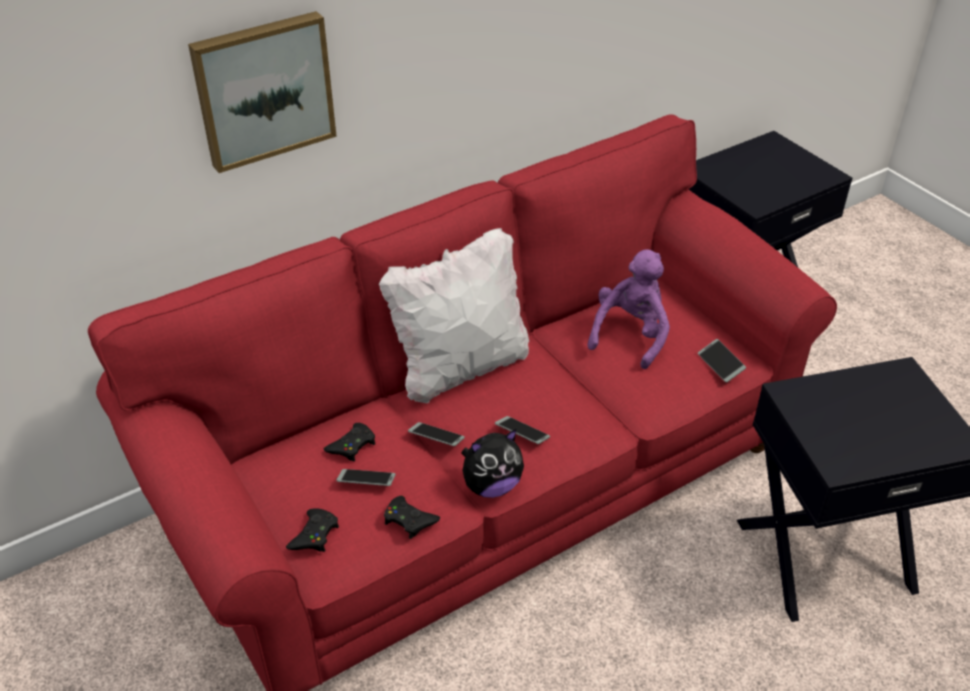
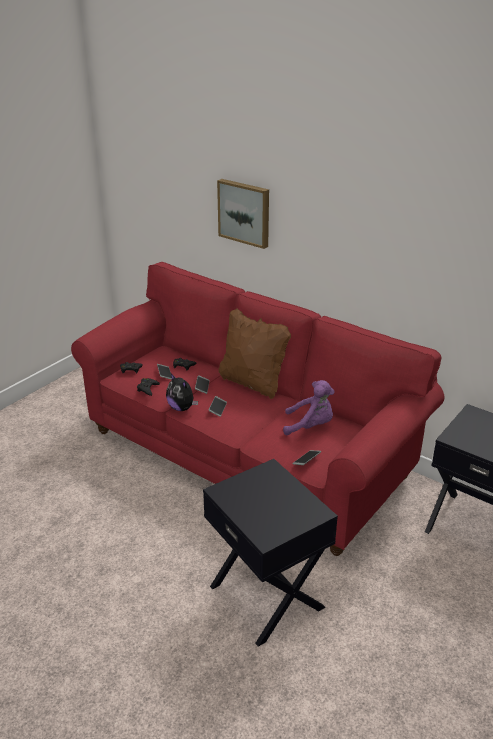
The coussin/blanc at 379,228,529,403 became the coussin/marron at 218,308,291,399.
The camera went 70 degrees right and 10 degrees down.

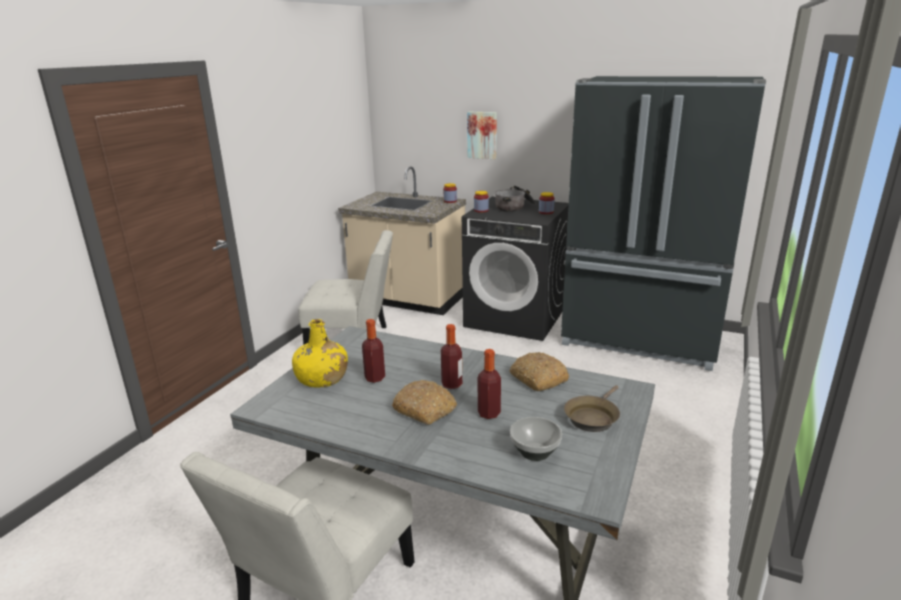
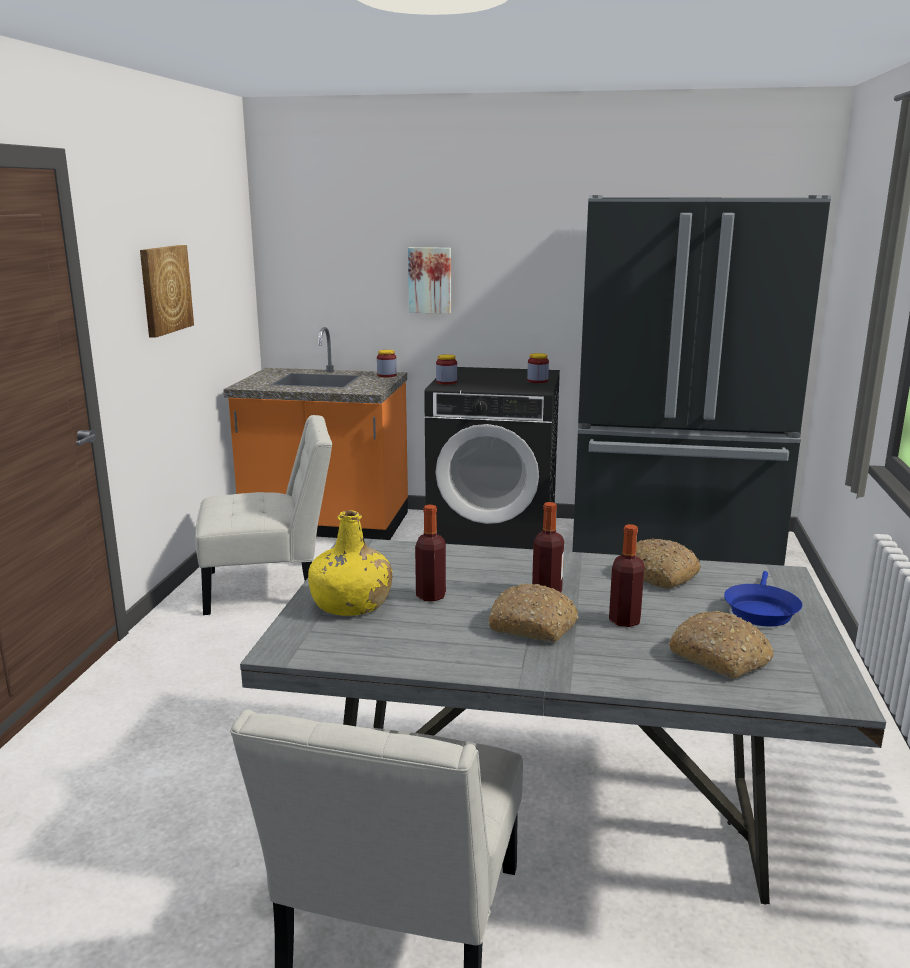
The marmite at 495,185,536,212 disappeared.
The tableau at 140,245,194,338 appeared.
The bol at 510,417,562,461 was replaced by the pain at 668,611,774,679.
The comptoir de cuisine/beige at 338,166,466,315 became the comptoir de cuisine/orange at 223,327,408,540.
The poêle/marron at 564,385,620,432 became the poêle/bleu at 724,571,803,627.
The camera went 15 degrees left and 5 degrees down.

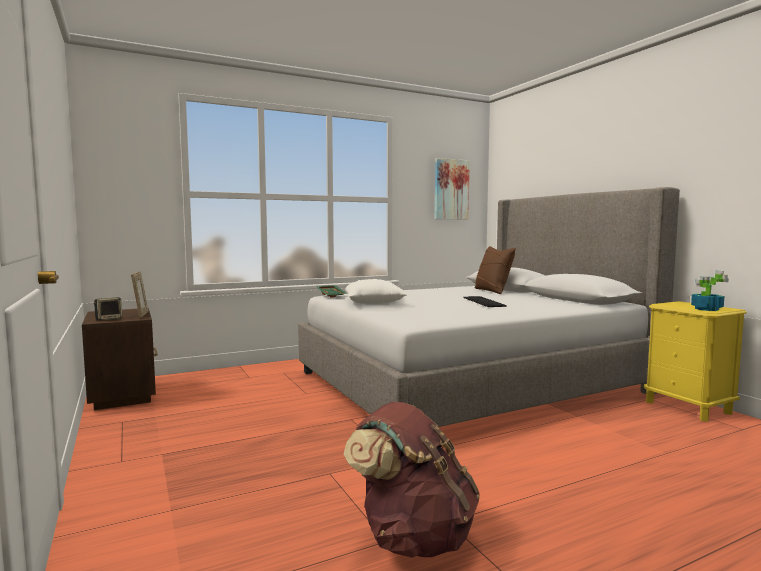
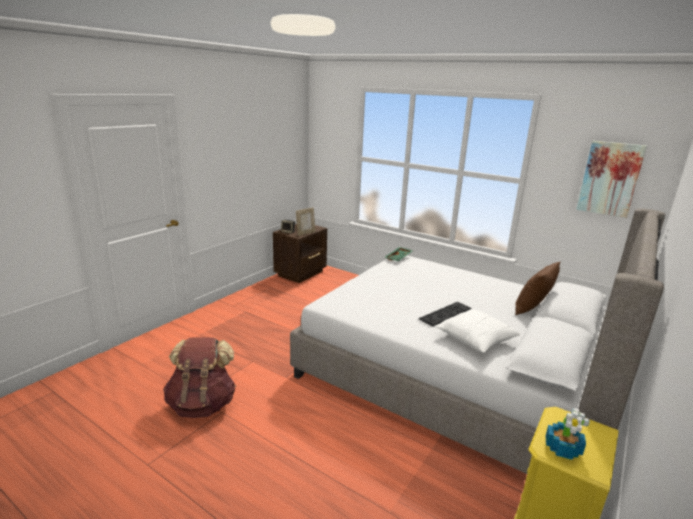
The coussin/blanc moved from 345,279,407,304 to 436,310,521,353.
The camera went 60 degrees right and 15 degrees up.

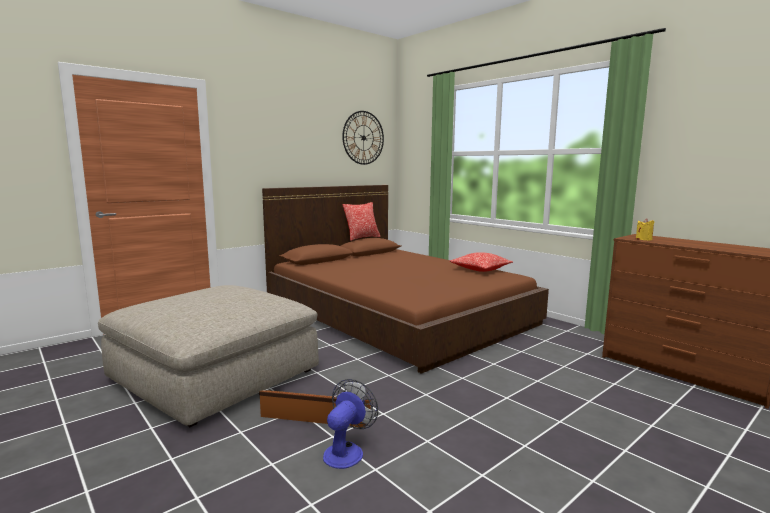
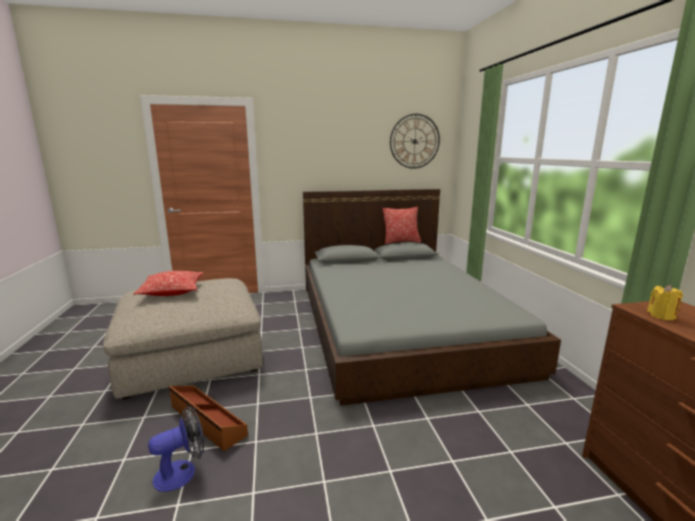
The coussin moved from 450,252,513,272 to 133,271,204,296.
The lit/marron at 262,185,549,374 became the lit/gris at 303,189,561,406.
The camera went 30 degrees right and 5 degrees up.

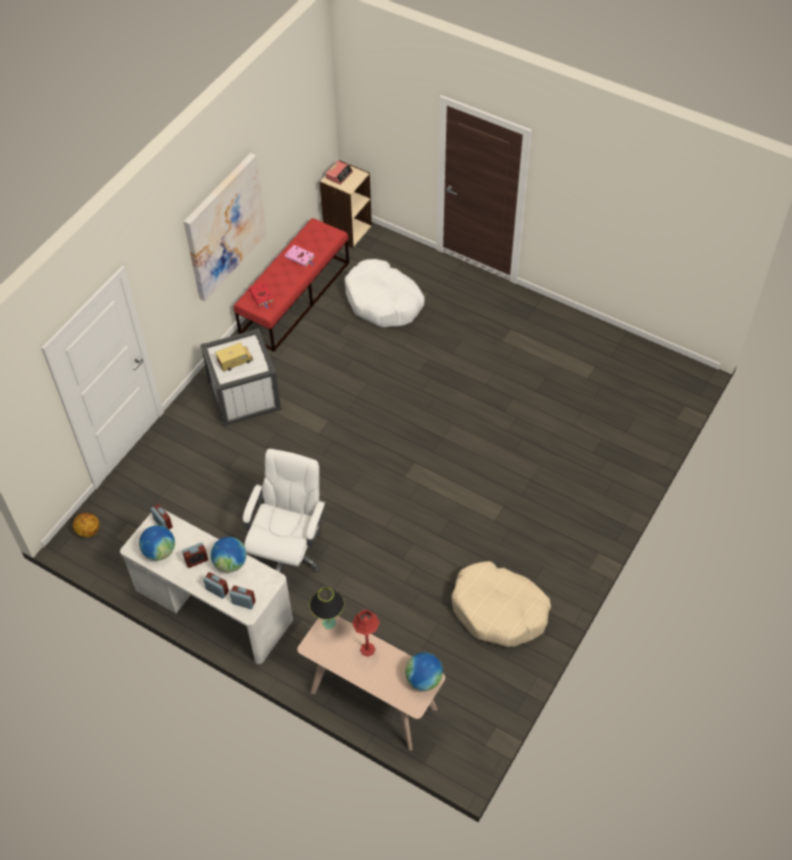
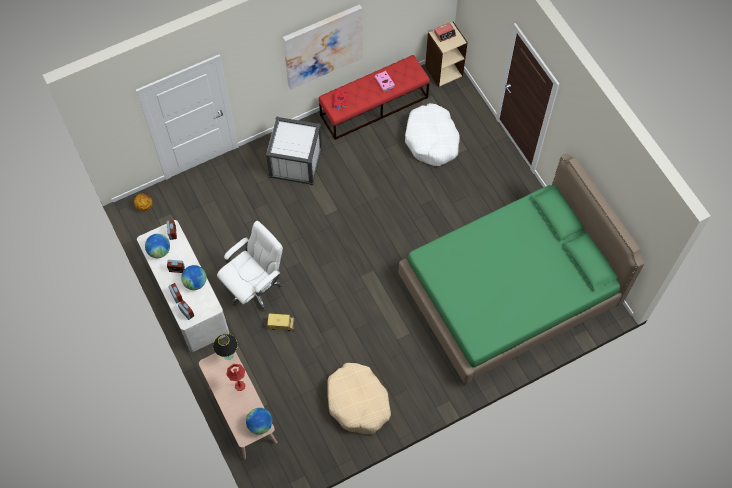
The lit/vert at 399,153,645,384 appeared.
The camion jouet moved from 215,342,253,372 to 267,313,295,331.
The camera went 30 degrees right and 10 degrees up.

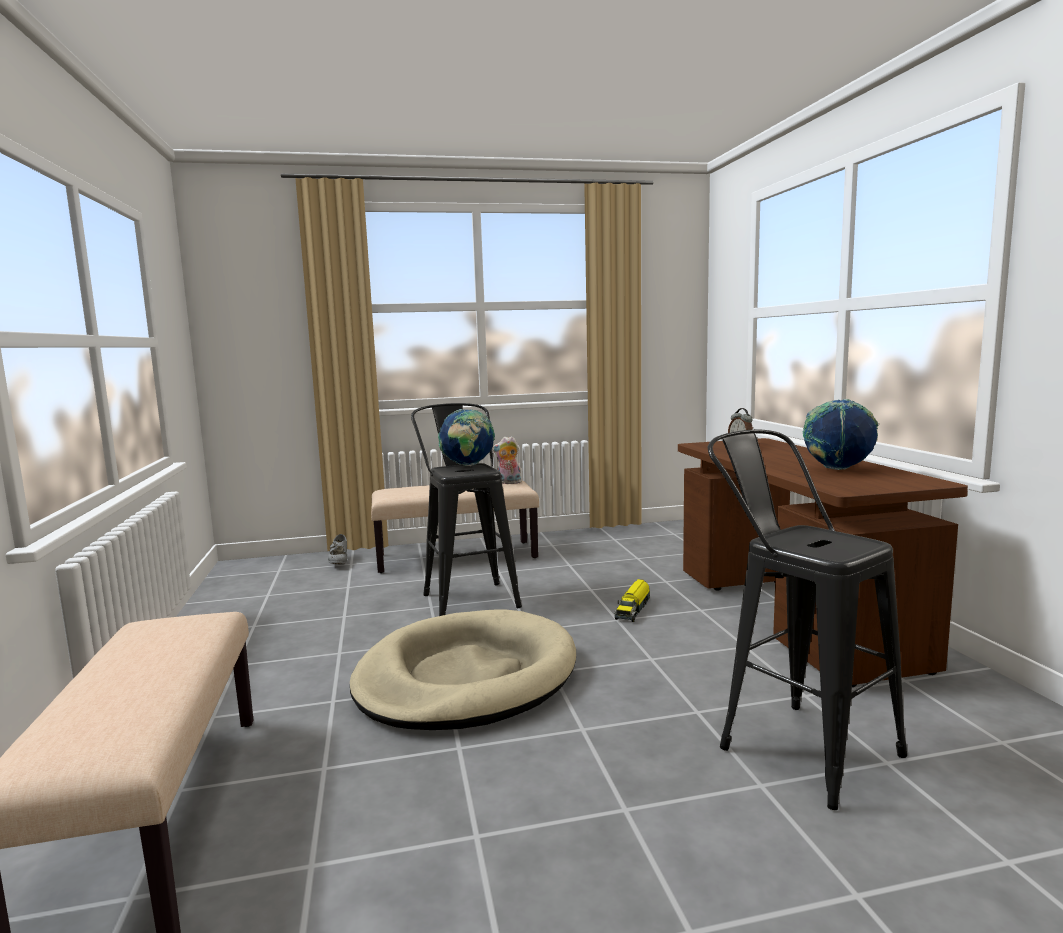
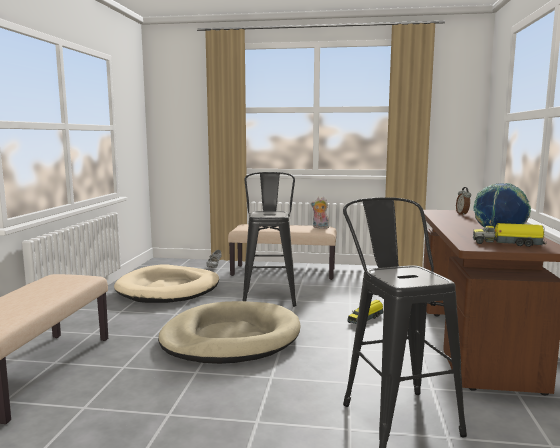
The globe at 438,409,495,466 disappeared.
The panier pour chien/beige at 114,264,219,303 appeared.
The camion jouet at 473,223,547,247 appeared.
The camera went 20 degrees right and 0 degrees up.

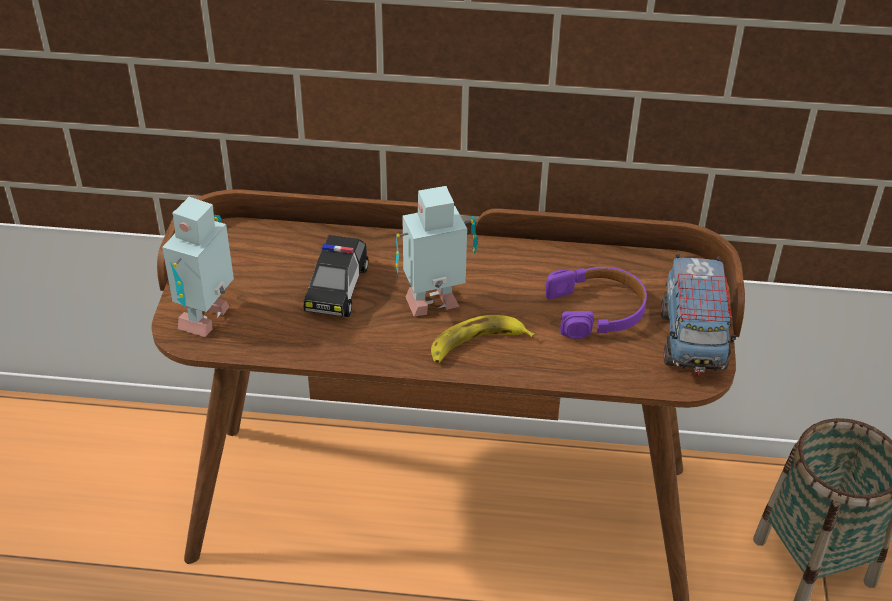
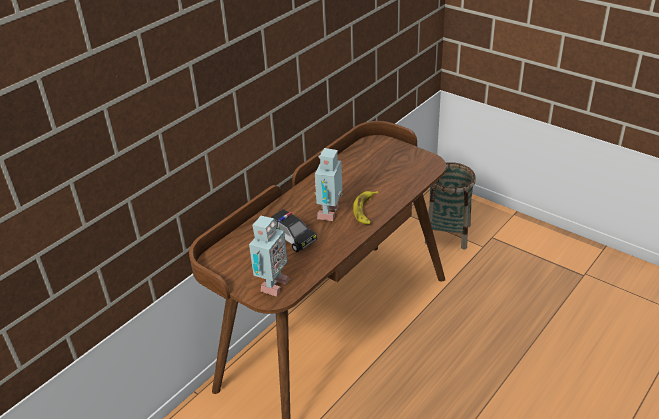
The casque audio/violet at 545,267,647,339 disappeared.
The camion jouet at 661,254,736,375 disappeared.
The robot jouet at 162,197,234,337 turned 120 degrees counterclockwise.
The camera went 55 degrees left and 5 degrees down.

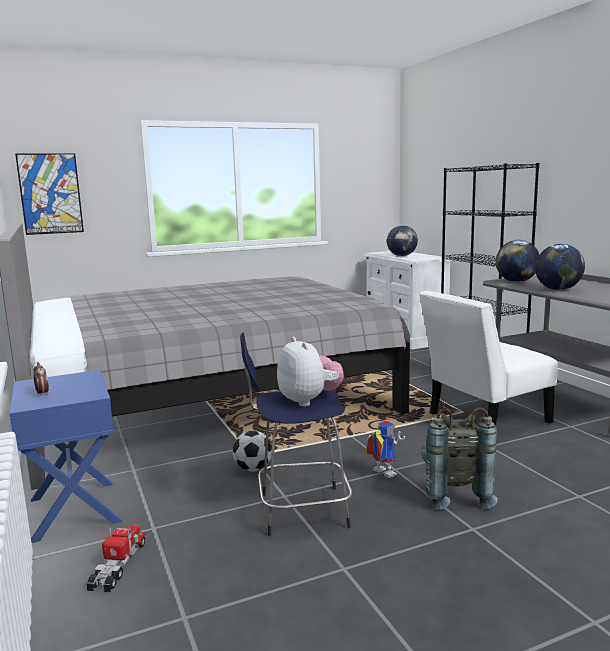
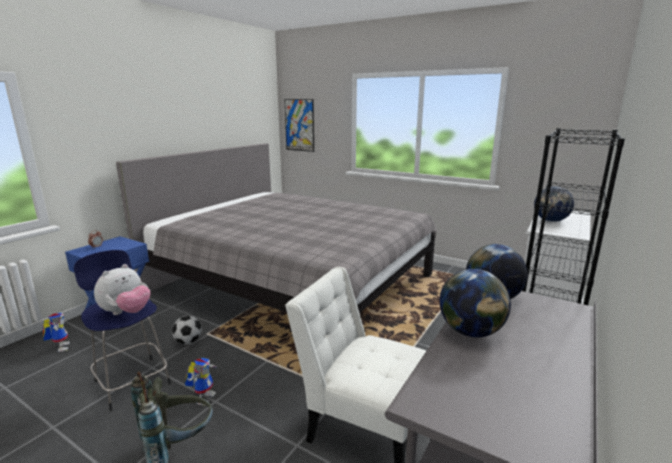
The camion jouet at 86,525,146,592 was replaced by the robot jouet at 42,313,70,352.
The camera went 55 degrees right and 5 degrees up.

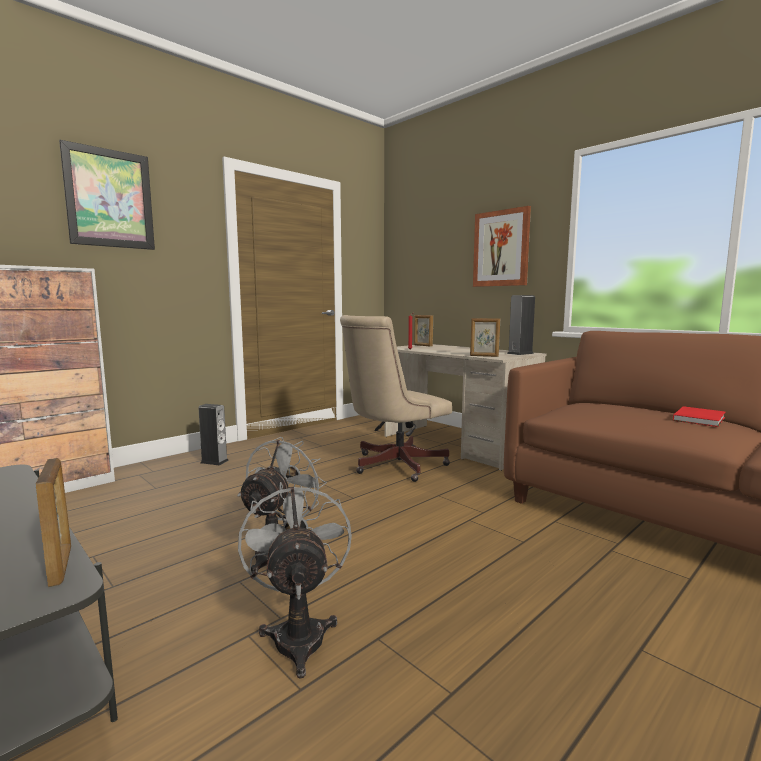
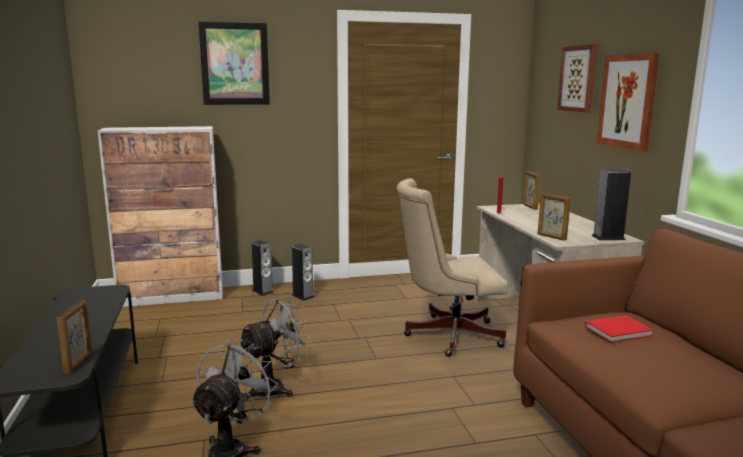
The enceinte at 251,240,274,296 appeared.
The tableau at 557,44,598,112 appeared.
The livre/rouge moved from 673,406,725,427 to 585,315,654,343.
The camera went 30 degrees right and 5 degrees up.

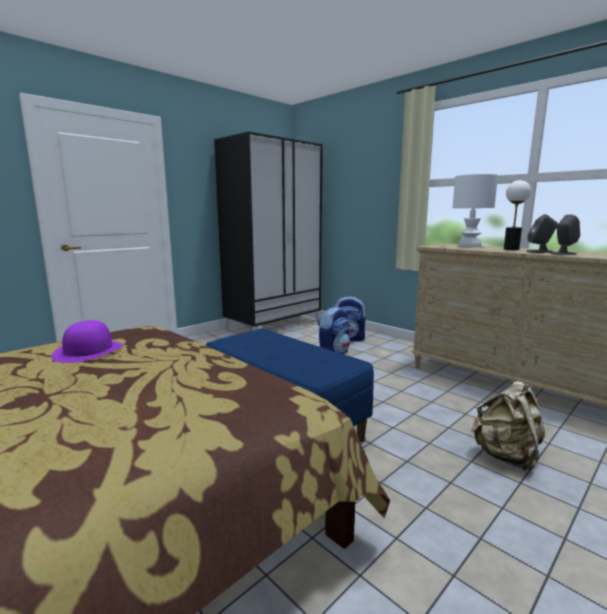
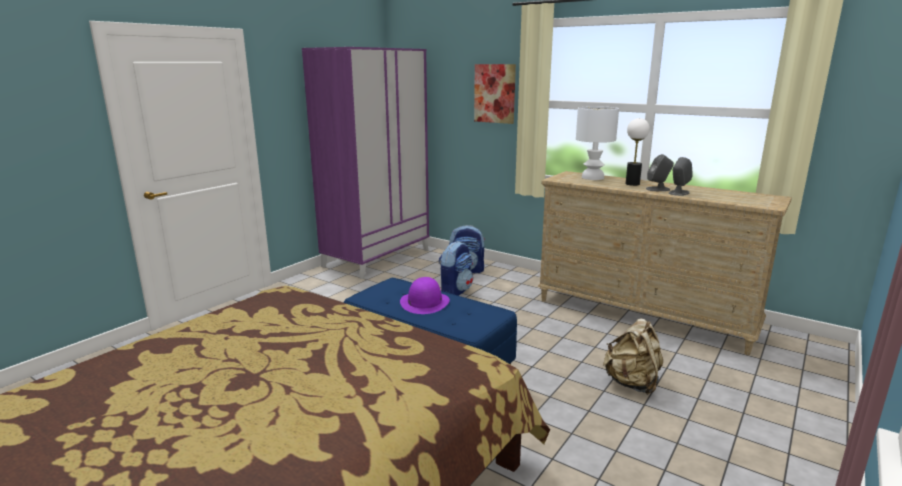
The tableau at 474,64,516,124 appeared.
The chapeau/violet moved from 51,320,123,363 to 400,277,450,314.
The armoire/noir at 214,131,323,331 became the armoire/violet at 302,47,429,279.
The camera went 10 degrees left and 5 degrees up.

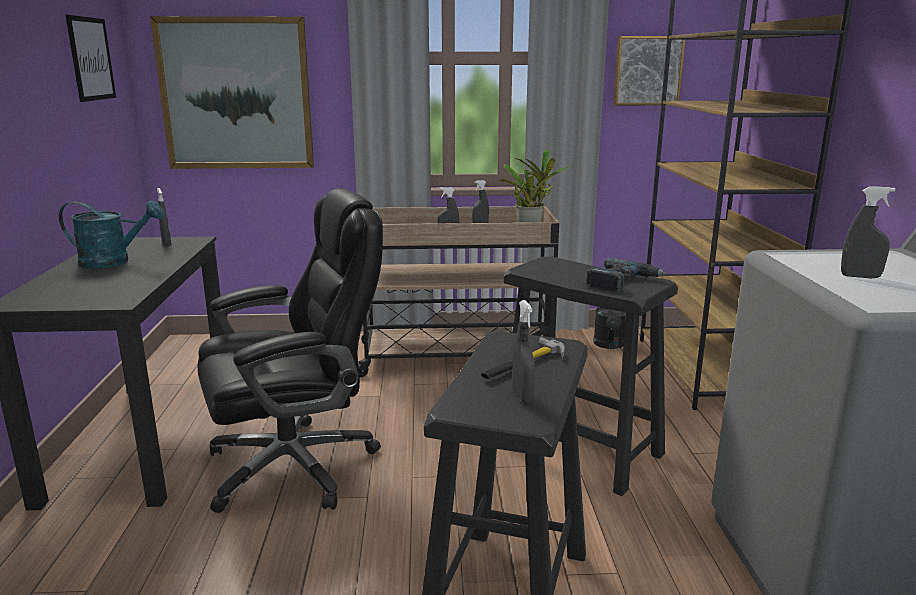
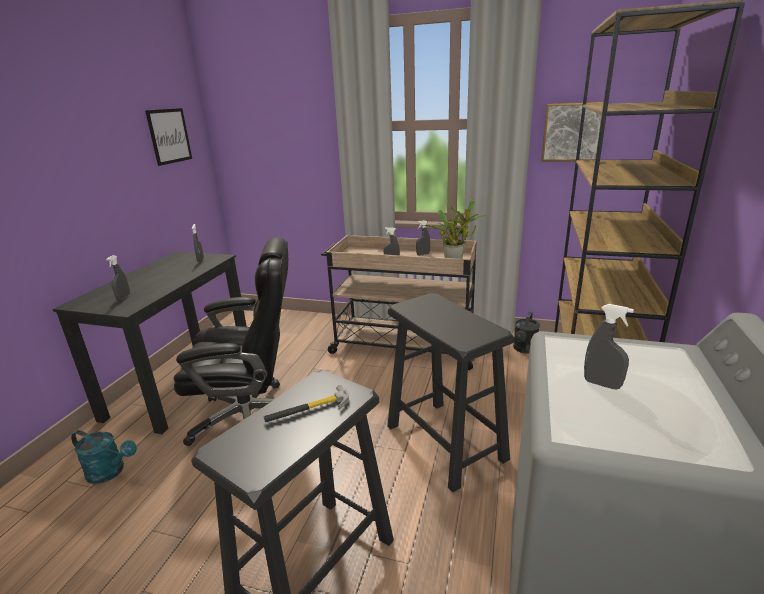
The tableau at 150,16,314,169 disappeared.
The perceuse at 586,258,666,292 disappeared.
The arrosoir/turquoise moved from 59,200,164,268 to 71,430,137,484.
The vaporisateur/gris moved from 512,300,535,403 to 106,255,130,300.
The camera went 20 degrees right and 5 degrees up.

